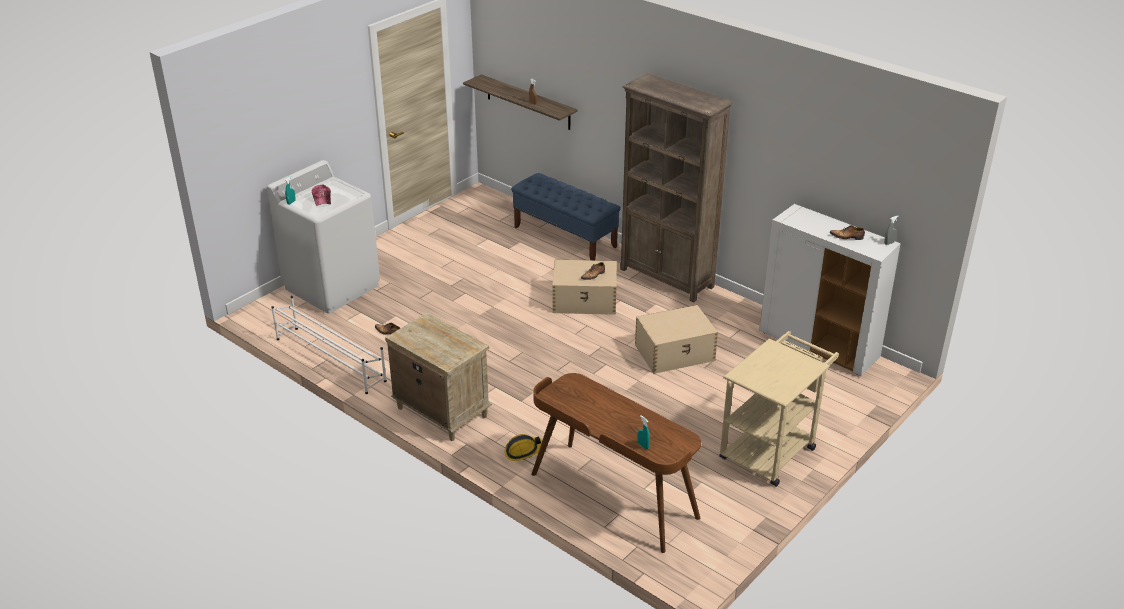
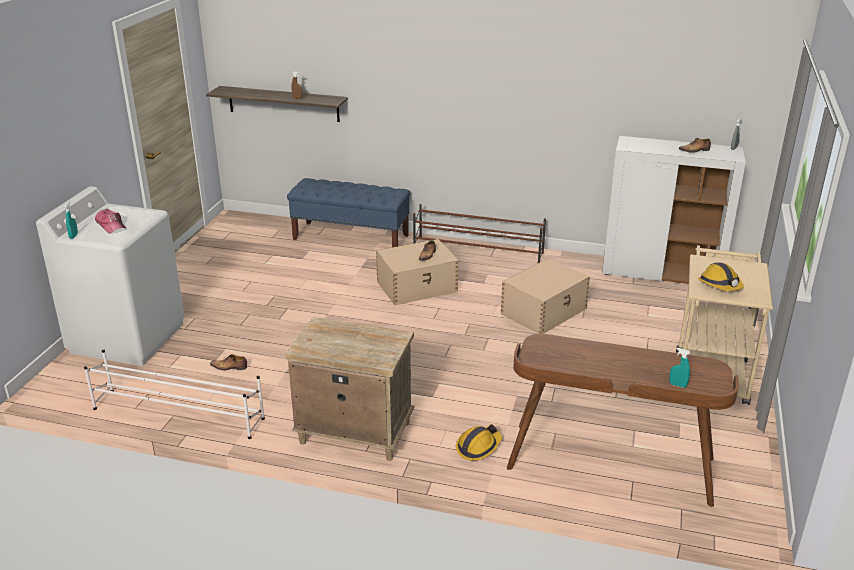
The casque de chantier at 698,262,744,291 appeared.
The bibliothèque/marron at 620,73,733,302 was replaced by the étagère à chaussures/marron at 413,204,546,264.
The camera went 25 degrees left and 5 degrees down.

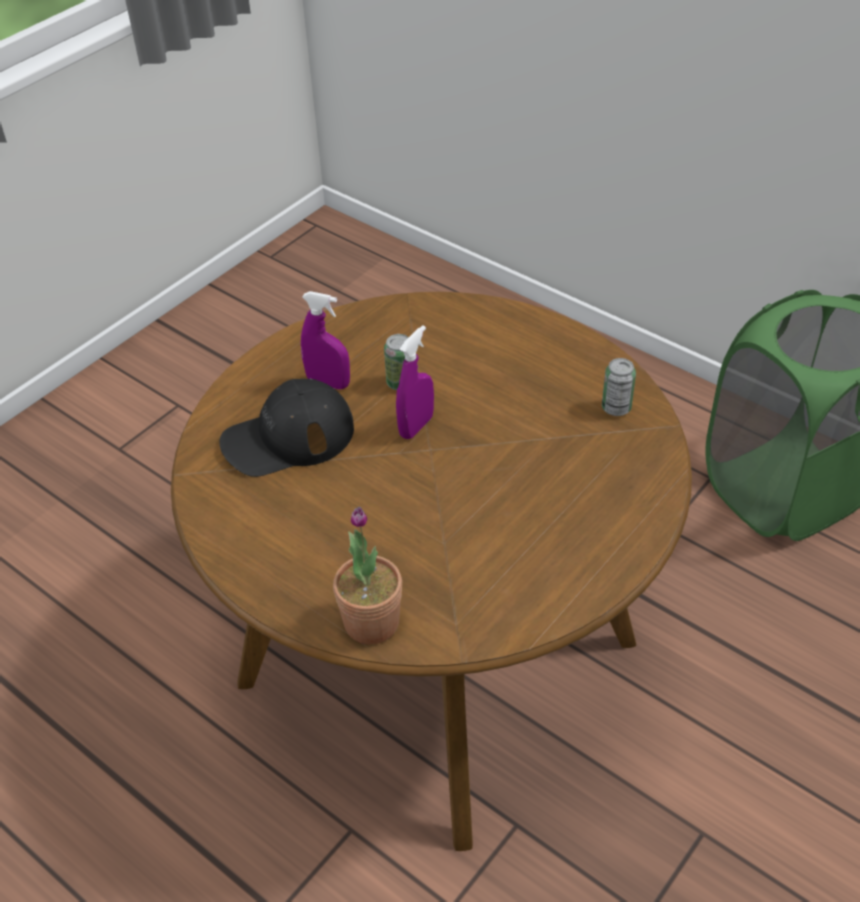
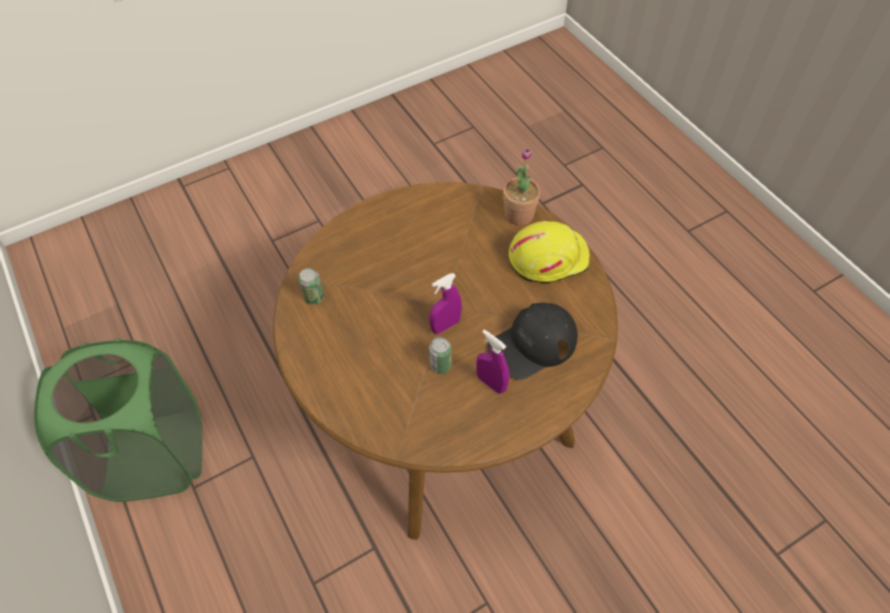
The casque de chantier/jaune at 509,221,590,283 appeared.
The casquette/noir at 219,379,354,477 turned 150 degrees clockwise.
The camera went 160 degrees left and 10 degrees up.

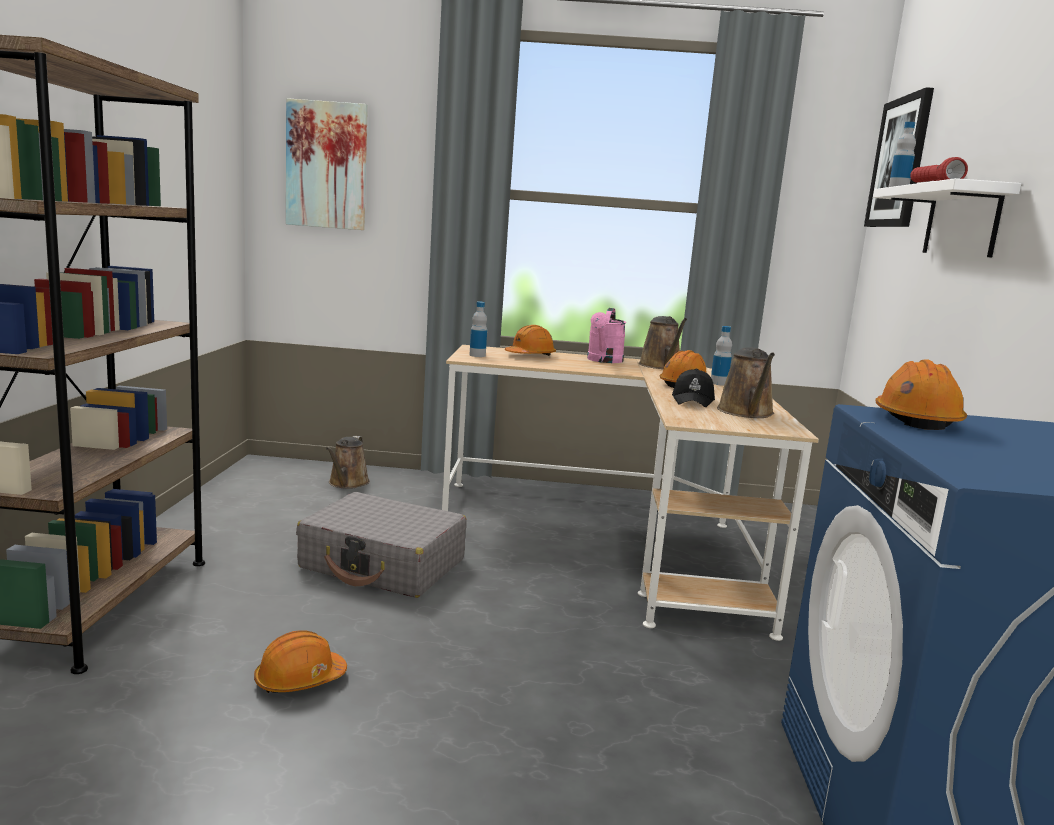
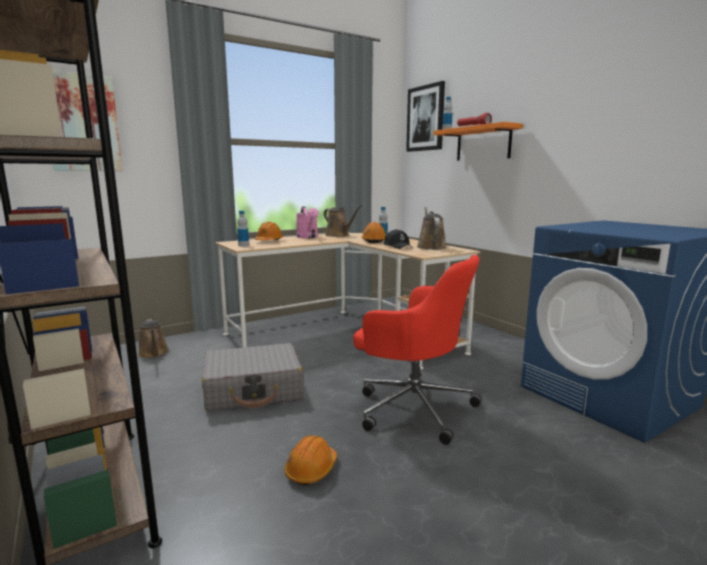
The casque de chantier/orange at 875,359,967,430 disappeared.
The chaise de bureau/rouge at 353,255,482,445 appeared.
The étagère/blanc at 873,178,1021,257 became the étagère/orange at 433,122,523,161.
The arrosoir/marron at 717,348,775,418 turned 150 degrees counterclockwise.
The camera went 35 degrees left and 0 degrees up.

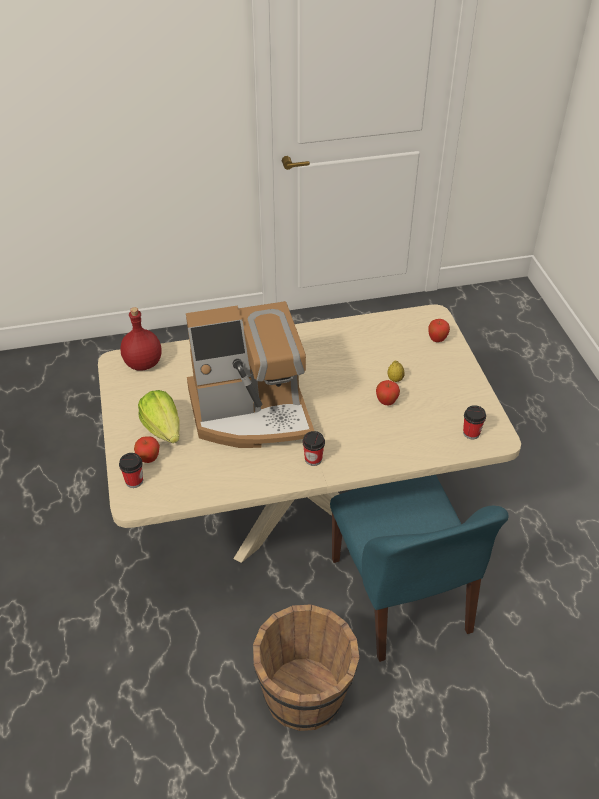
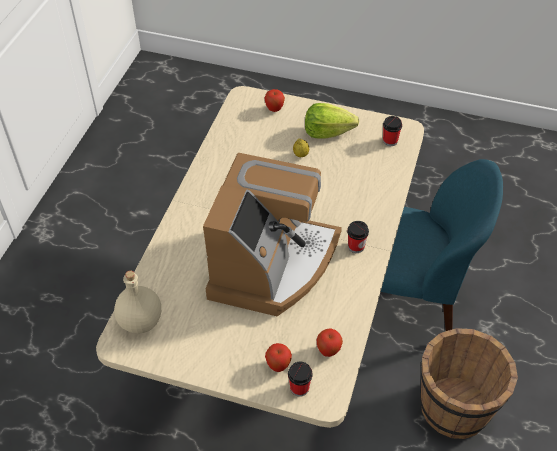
The laitue moved from 138,390,180,443 to 305,103,359,138.
The pomme moved from 376,380,400,405 to 317,328,343,357.
The bouteille/rouge at 120,307,162,371 became the bouteille/beige at 114,271,161,334.
The camera went 60 degrees left and 5 degrees up.

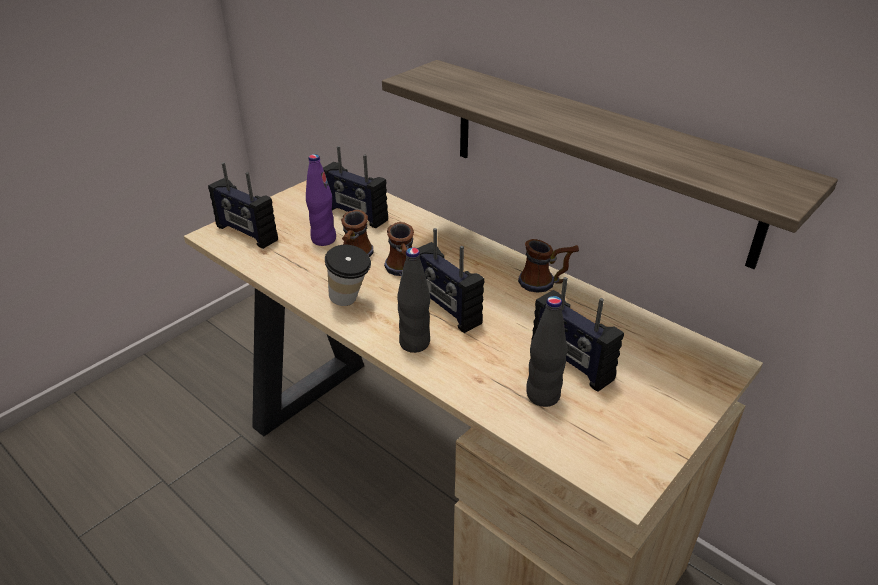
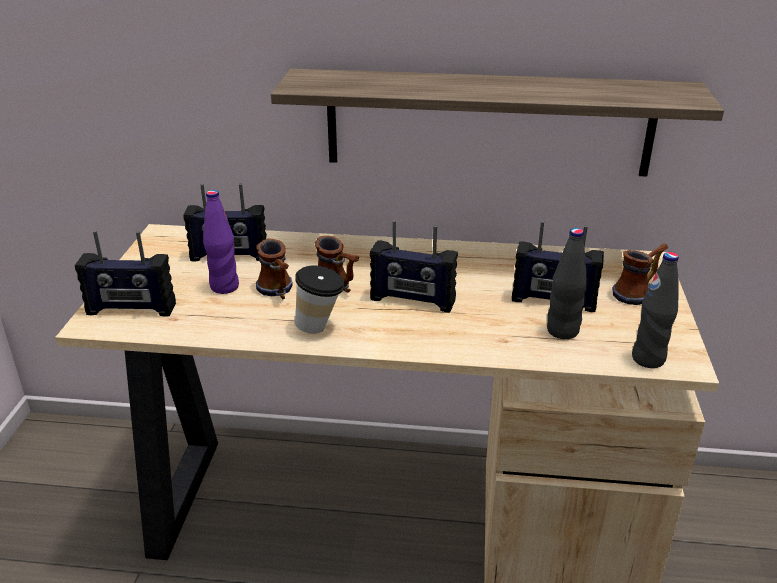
The bouteille/noir moved from 397,248,430,353 to 632,252,679,368.
The mug moved from 518,239,579,293 to 612,244,668,305.
The camera went 35 degrees left and 5 degrees down.

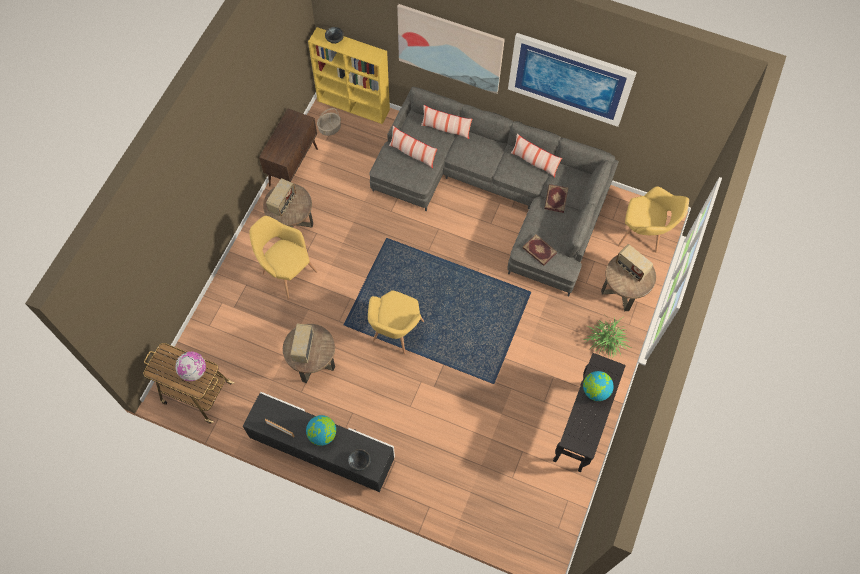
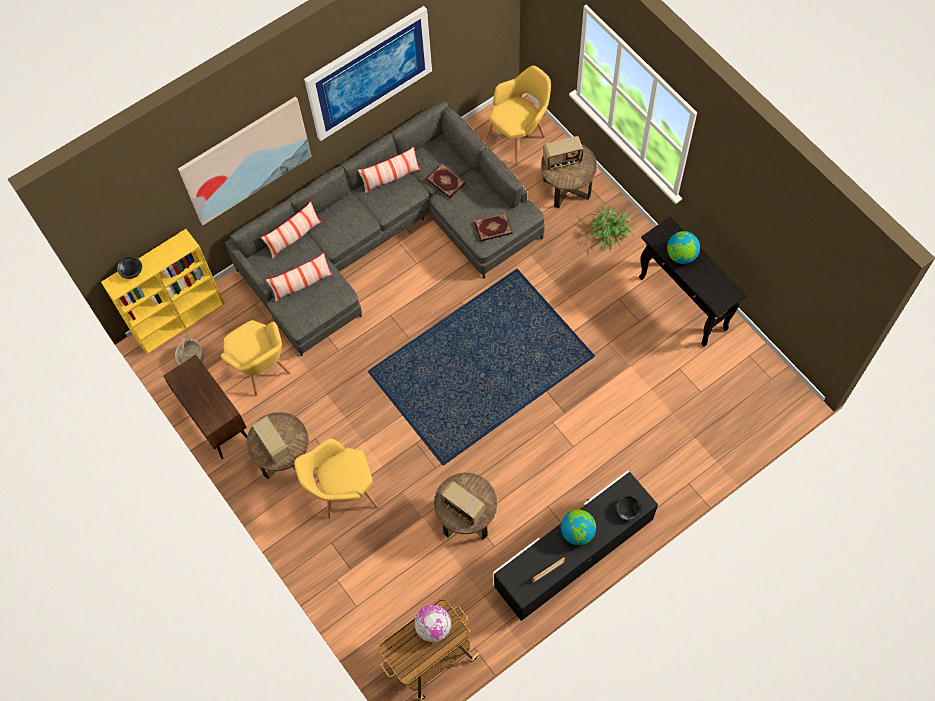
The fauteuil/jaune moved from 368,290,424,354 to 221,320,290,396.
The camera went 55 degrees left and 0 degrees up.

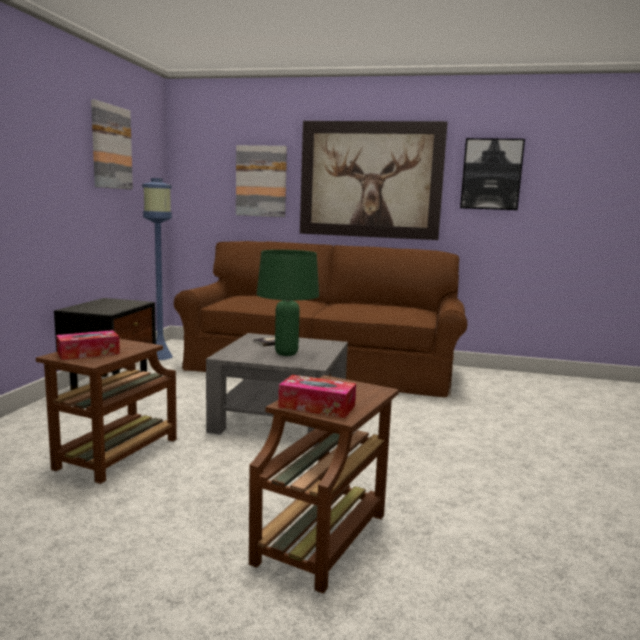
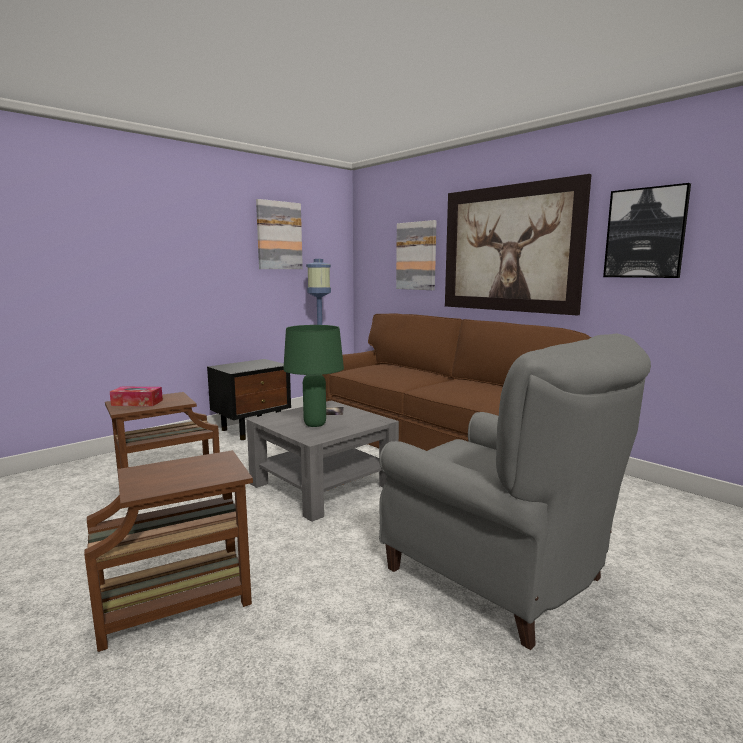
The boîte à mouchoirs at 278,375,356,418 disappeared.
The fauteuil/gris at 379,333,651,650 appeared.
The camera went 35 degrees right and 0 degrees up.

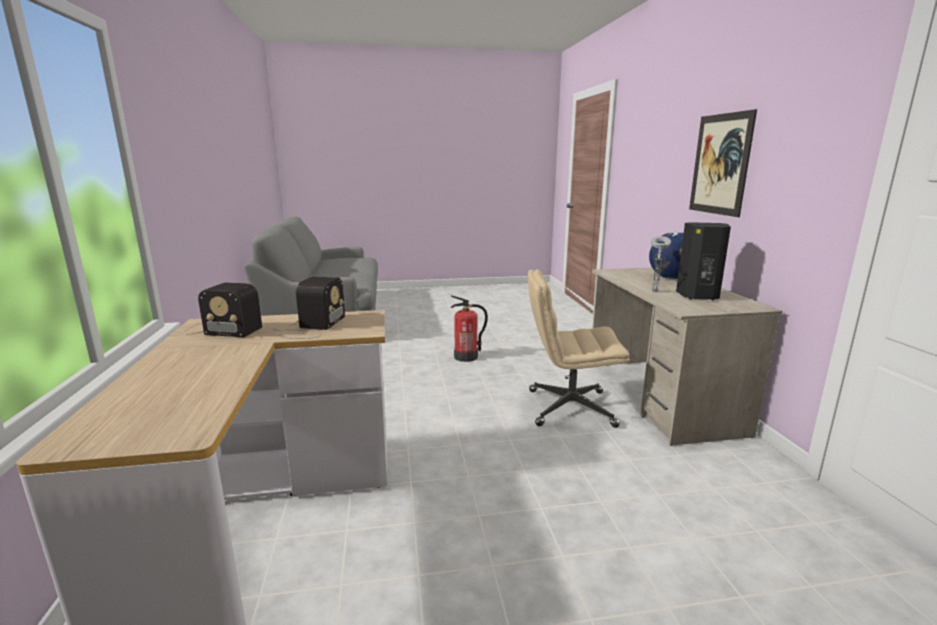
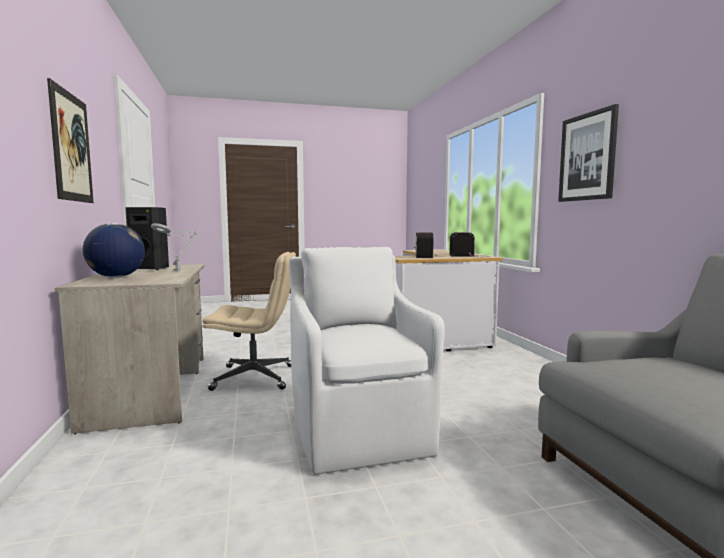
The tableau at 558,104,619,202 appeared.
The extincteur at 451,296,488,362 was replaced by the fauteuil/blanc at 289,247,445,474.
The camera went 175 degrees right and 10 degrees down.

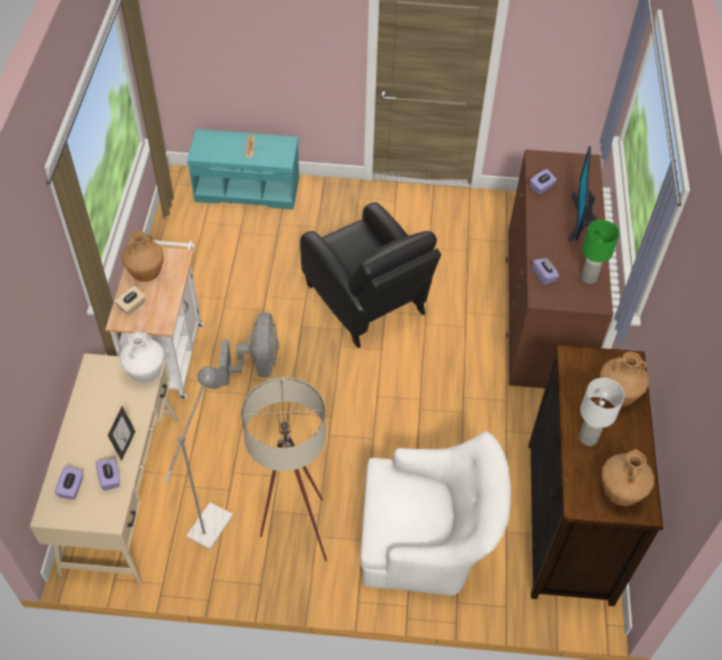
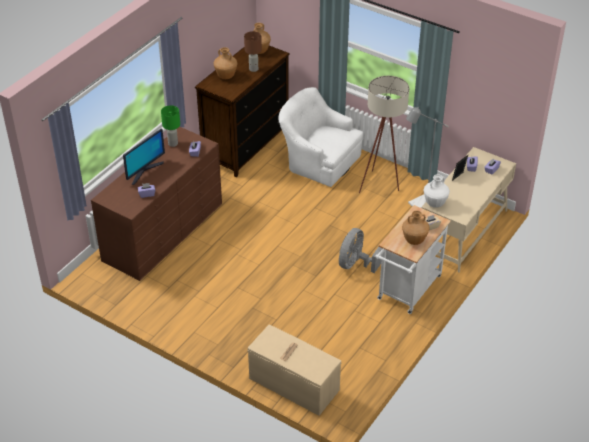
The fauteuil/noir at 300,202,441,348 disappeared.
The banc/turquoise at 187,129,299,210 became the banc/beige at 247,324,341,416.
The lampe de table/blanc at 579,378,625,446 became the lampe de table/marron at 244,31,262,72.
The camera went 150 degrees left and 10 degrees down.

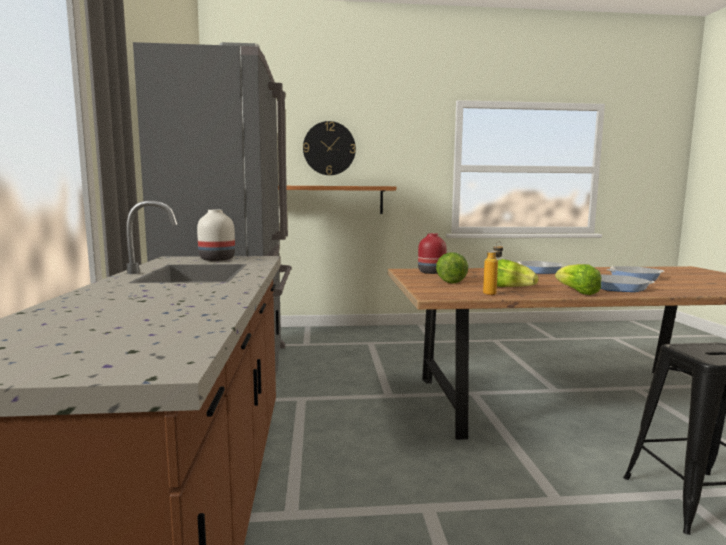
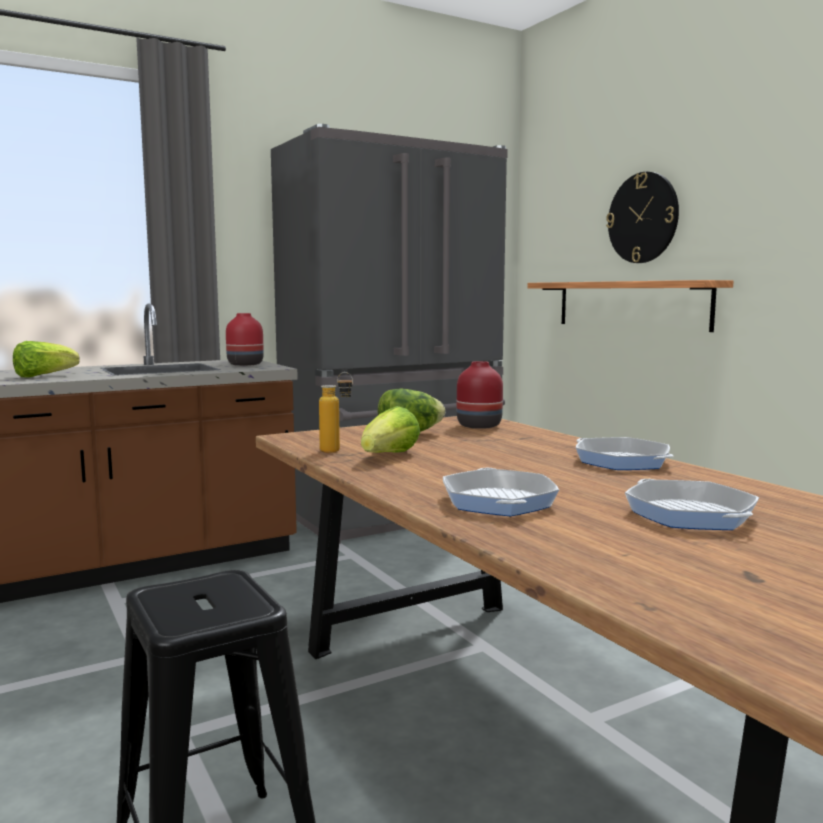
The laitue moved from 555,264,601,295 to 13,341,80,378.
The vase/blanc at 197,210,235,261 became the vase/rouge at 226,313,264,366.
The camera went 65 degrees right and 0 degrees up.

